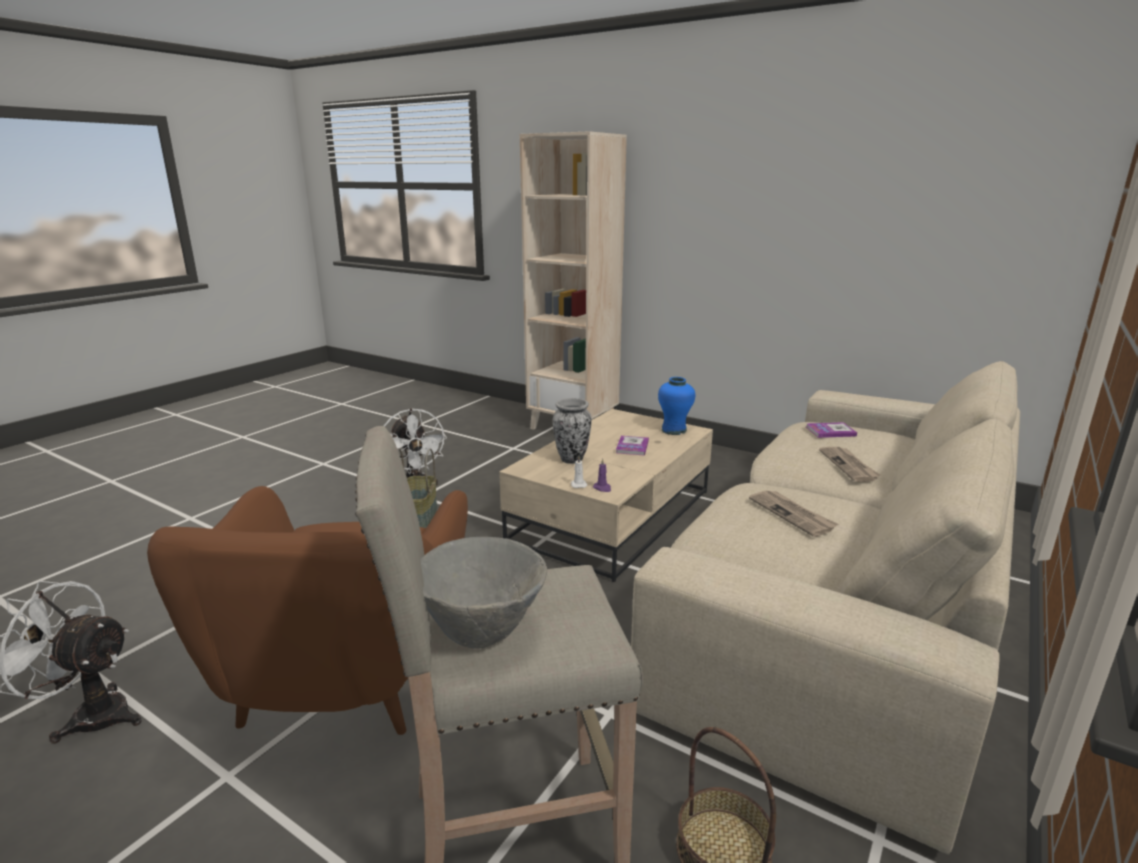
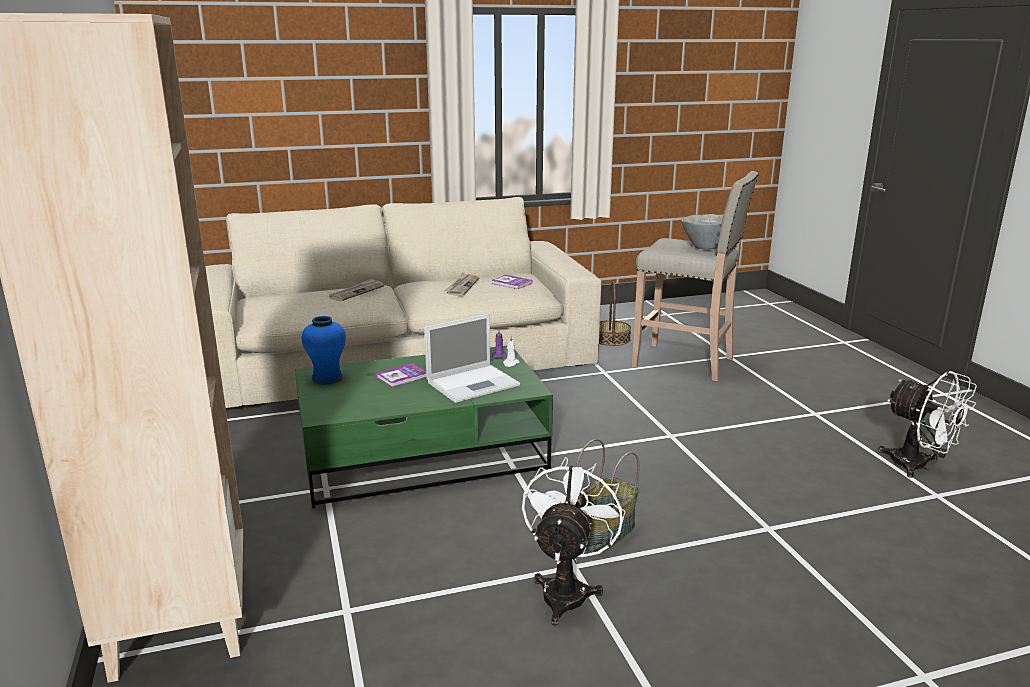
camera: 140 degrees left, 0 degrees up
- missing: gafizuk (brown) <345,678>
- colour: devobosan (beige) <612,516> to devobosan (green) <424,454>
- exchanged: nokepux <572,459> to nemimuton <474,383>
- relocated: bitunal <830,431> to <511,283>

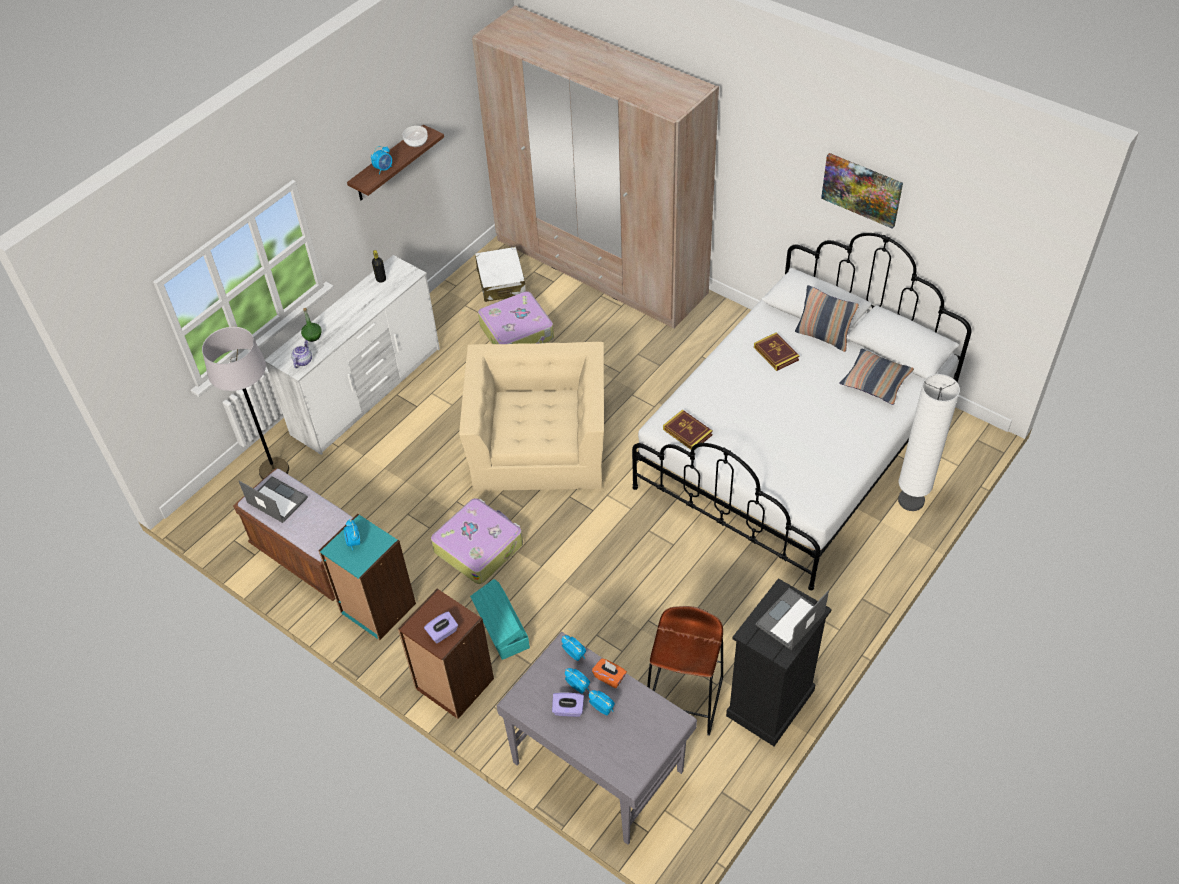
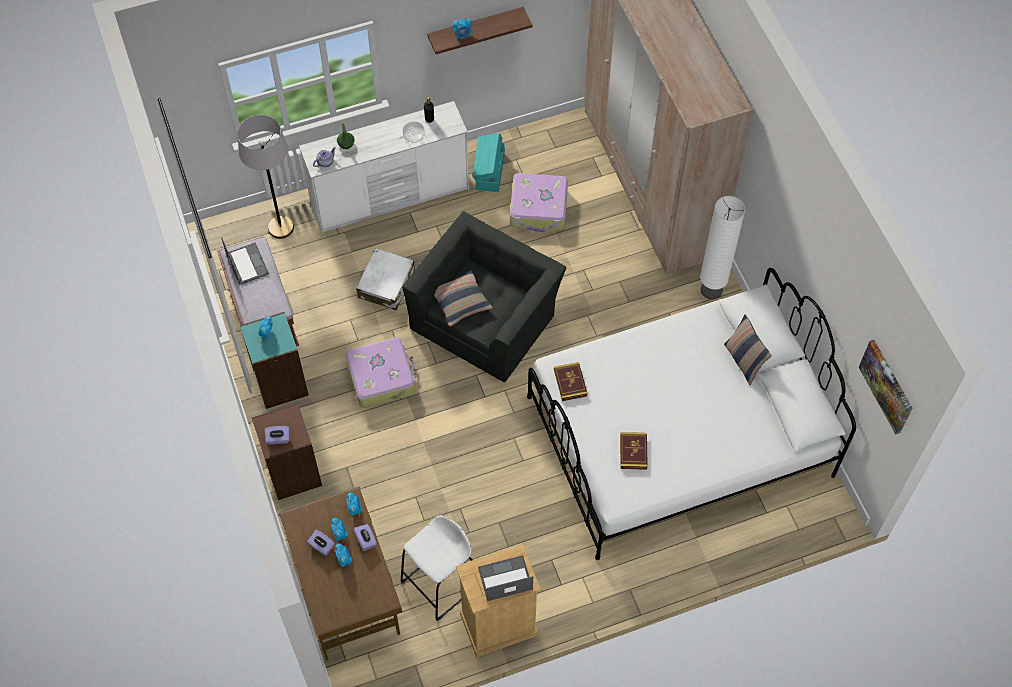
camera: 30 degrees right, 10 degrees up
- relocated: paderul <416,141> to <414,135>
- colour: gafizuk (beige) <539,443> to gafizuk (black) <486,317>
- relocated: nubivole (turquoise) <502,629> to <489,171>
- relocated: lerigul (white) <501,282> to <386,284>
- colour: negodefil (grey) <598,765> to negodefil (brown) <346,593>
- colour: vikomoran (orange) <609,677> to vikomoran (purple) <366,540>
- colour: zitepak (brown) <684,699> to zitepak (white) <440,583>
- colour: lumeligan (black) <770,703> to lumeligan (beige) <498,625>
- relocated: bitunal <776,353> to <633,452>
- relocated: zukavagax <862,189> to <886,386>
- relocated: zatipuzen <875,382> to <460,302>
- relocated: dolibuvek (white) <911,501> to <711,290>

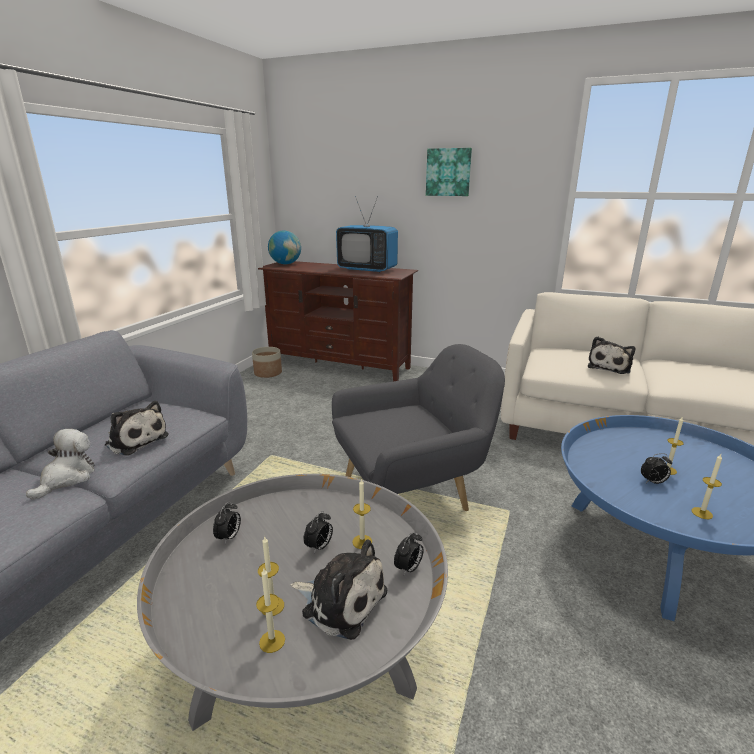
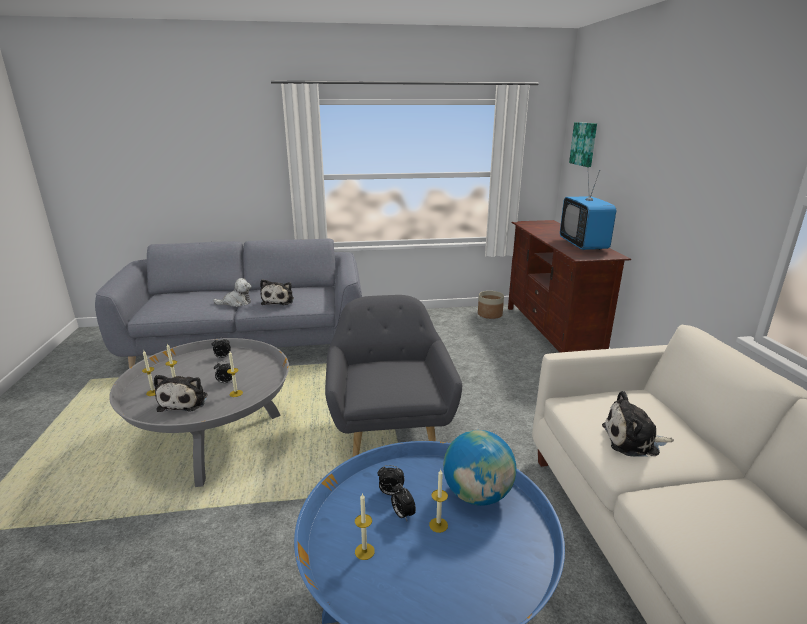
camera: 60 degrees right, 0 degrees up
- relocated: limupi <285,264> to <477,494>
- spun: gafizuk (grey) <411,492> = <390,430> 135 degrees counterclockwise
- relocated: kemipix <408,569> to <390,493>
- relocated: zukavagax <448,172> to <584,144>

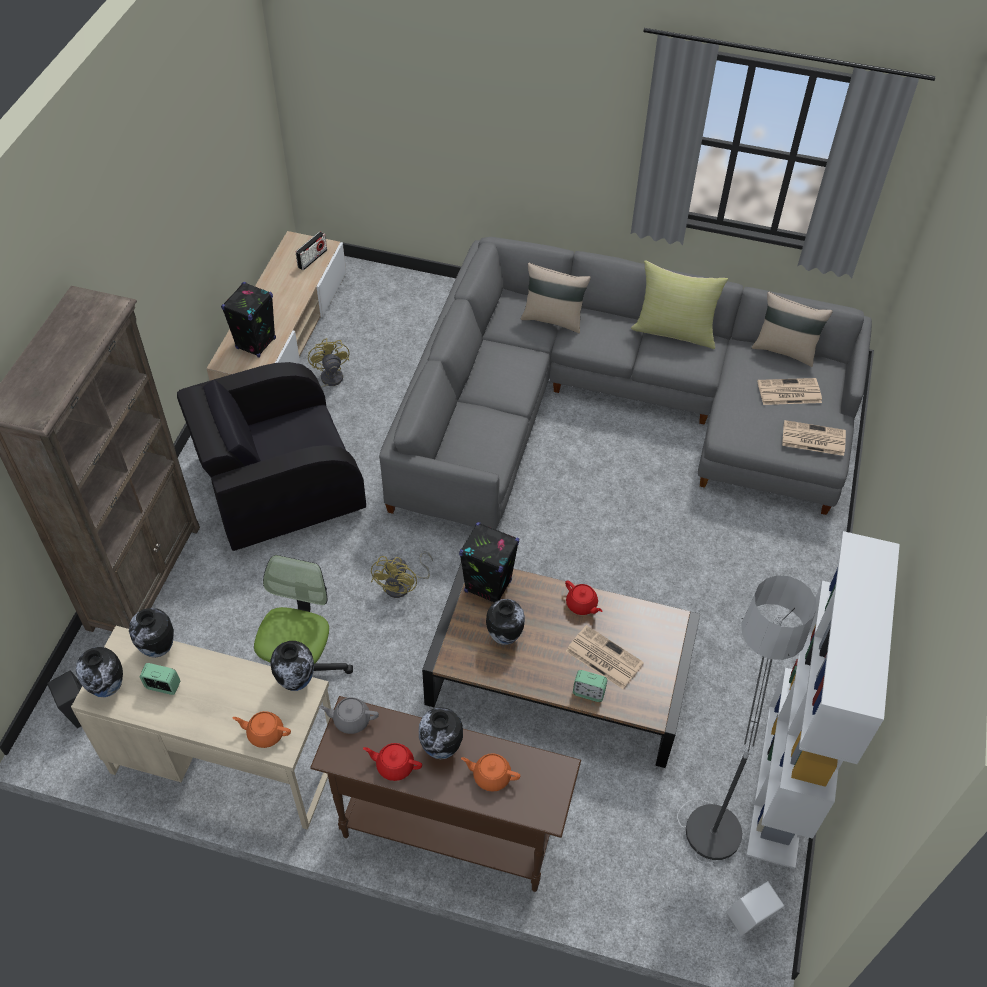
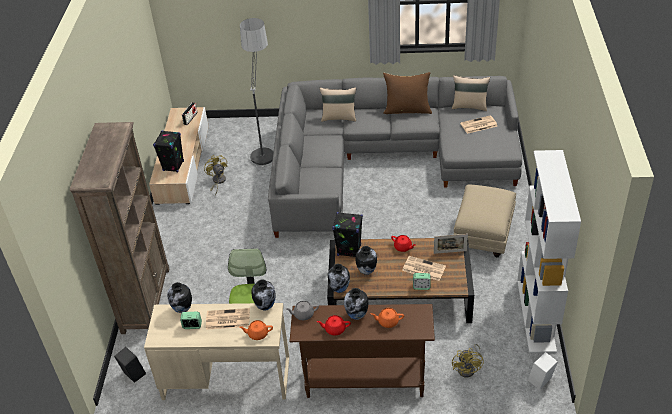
camera: 10 degrees left, 10 degrees down
- relocated: nokepux <108,688> to <340,289>
- missing: gafizuk (black) <278,484>
- relocated: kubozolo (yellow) <403,585> to <469,368>
- colour: zatipuzen (yellow) <674,331> to zatipuzen (brown) <407,110>
- relocated: dolibuvek <718,791> to <263,145>
- relocated: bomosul <812,439> to <227,319>
- appeared: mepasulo <450,252>
- appeared: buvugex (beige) <483,236>

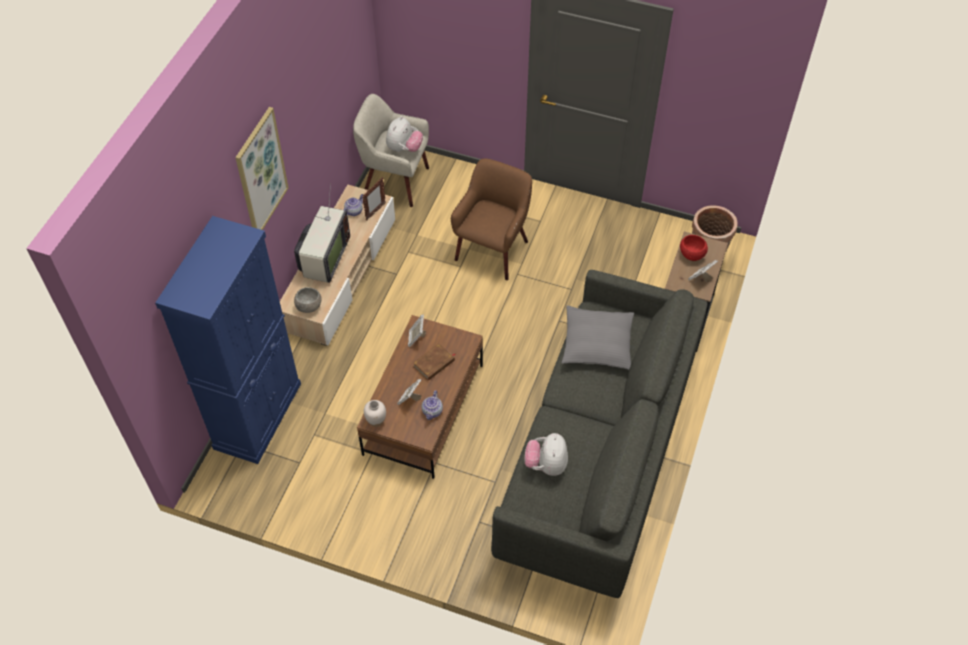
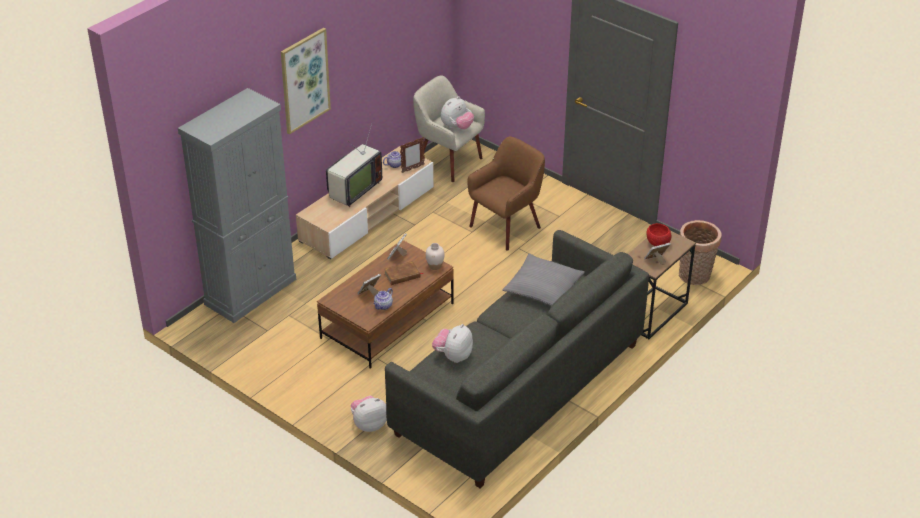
camera: 20 degrees right, 15 degrees down
- colour: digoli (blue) <258,415> to digoli (grey) <251,291>
- missing: paderul (grey) <308,307>
- relocated: nokepux (white) <376,421> to <435,266>
- appeared: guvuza <369,424>

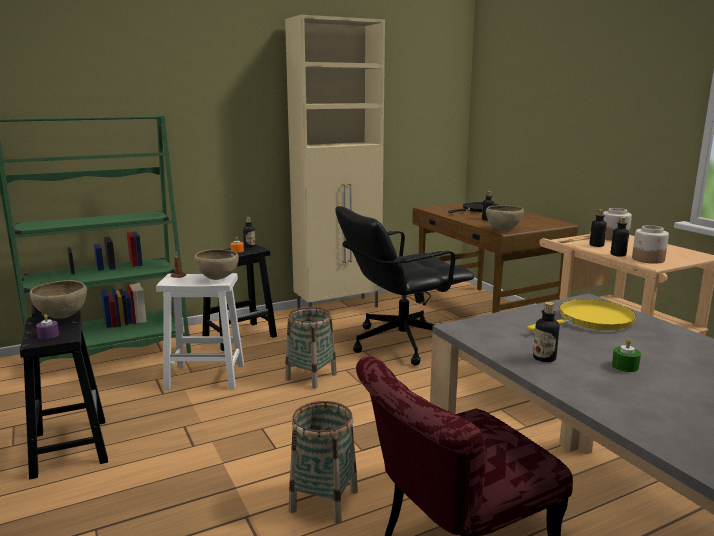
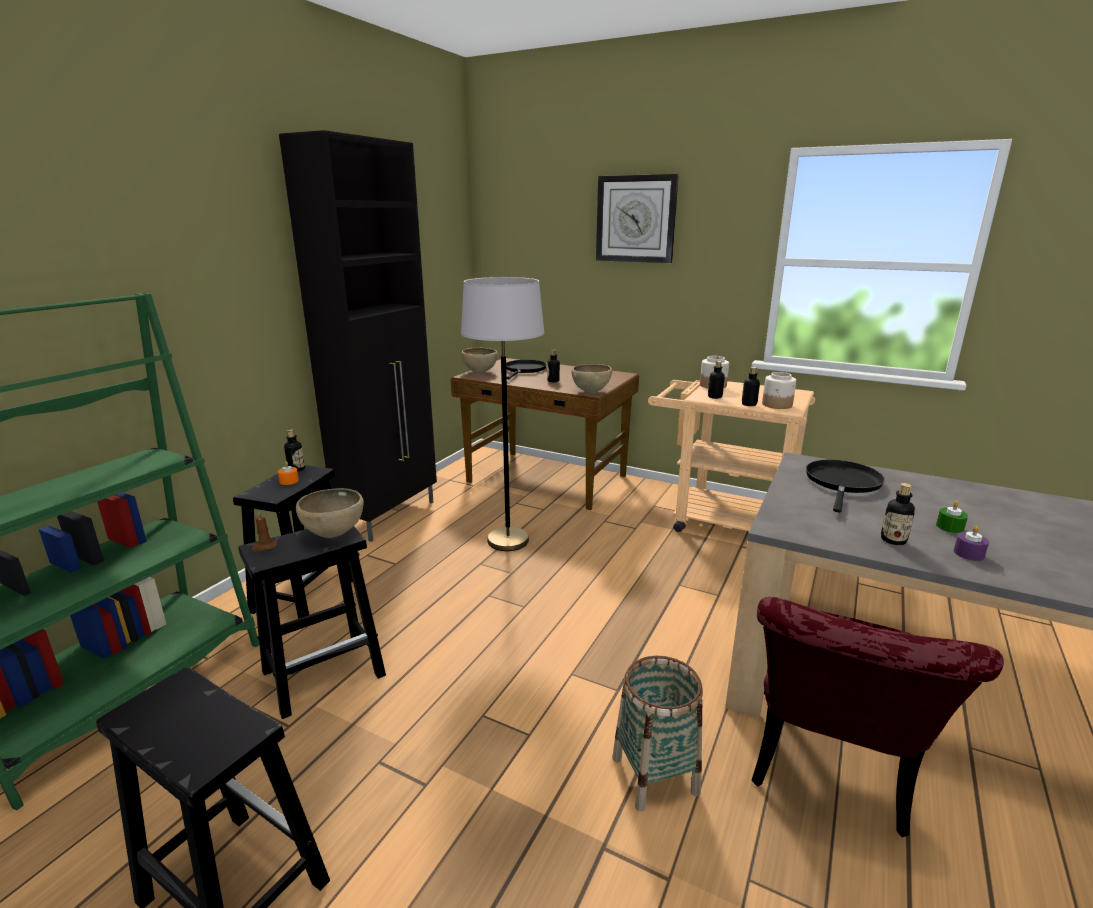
camera: 35 degrees left, 5 degrees up
- relocated: paderul (brown) <62,317> to <480,372>
- relocated: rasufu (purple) <48,335> to <968,553>
- colour: zitepak (white) <207,376> to zitepak (black) <325,672>
- colour: digoli (beige) <339,308> to digoli (black) <390,516>
- missing: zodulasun <311,377>
- exchanged: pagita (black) <401,343> to dolibuvek (grey) <508,540>
- colour: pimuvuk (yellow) <591,320> to pimuvuk (black) <842,483>
- appeared: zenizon <636,219>

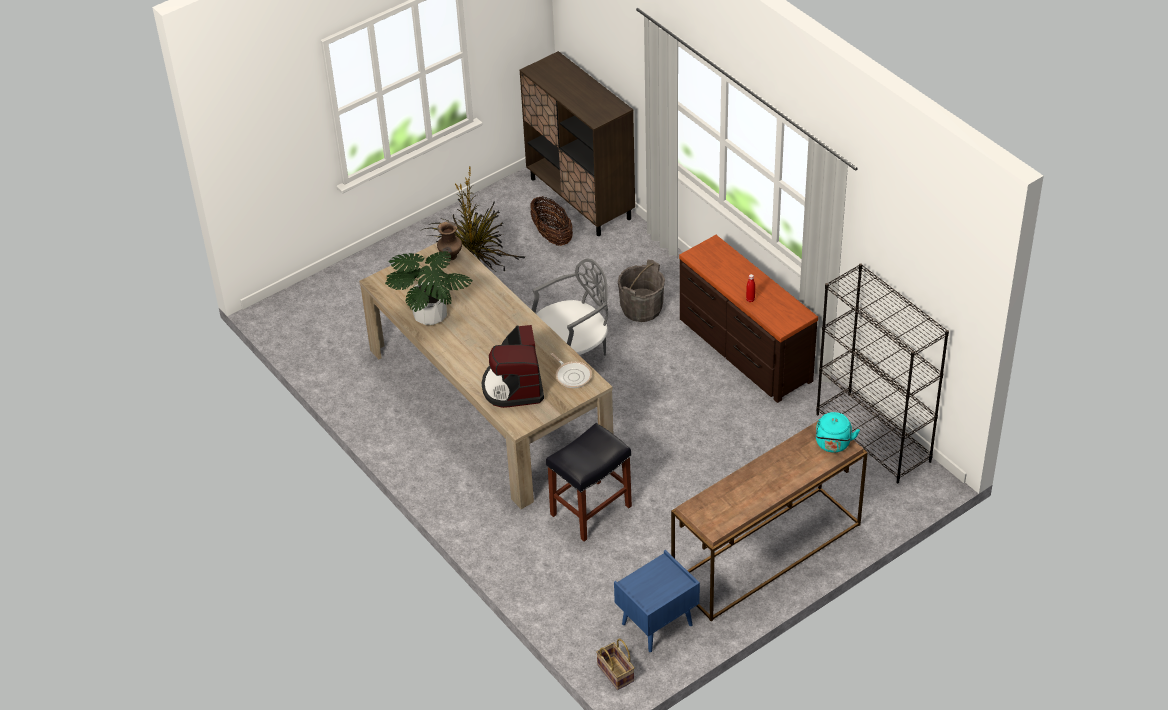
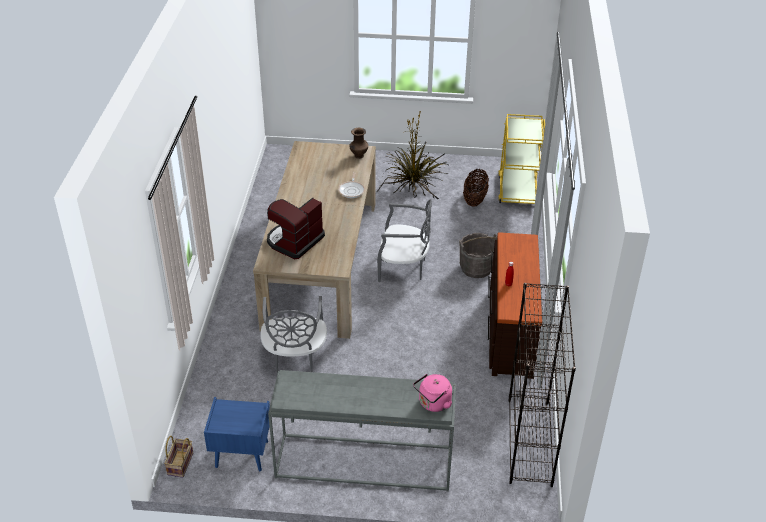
camera: 40 degrees right, 5 degrees down
- missing: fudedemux <430,315>
- exchanged: digoli (brown) <580,199> to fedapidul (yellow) <517,190>
- exchanged: zitepak (black) <590,511> to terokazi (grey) <295,359>
- relocated: pimuvuk <572,375> to <352,190>
- colour: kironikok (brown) <766,555> to kironikok (grey) <362,463>
- colour: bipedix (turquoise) <833,444> to bipedix (pink) <433,404>

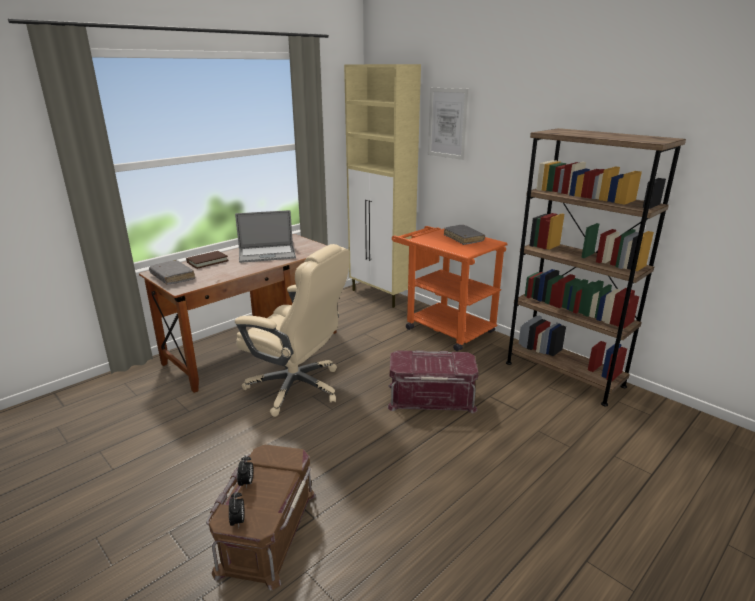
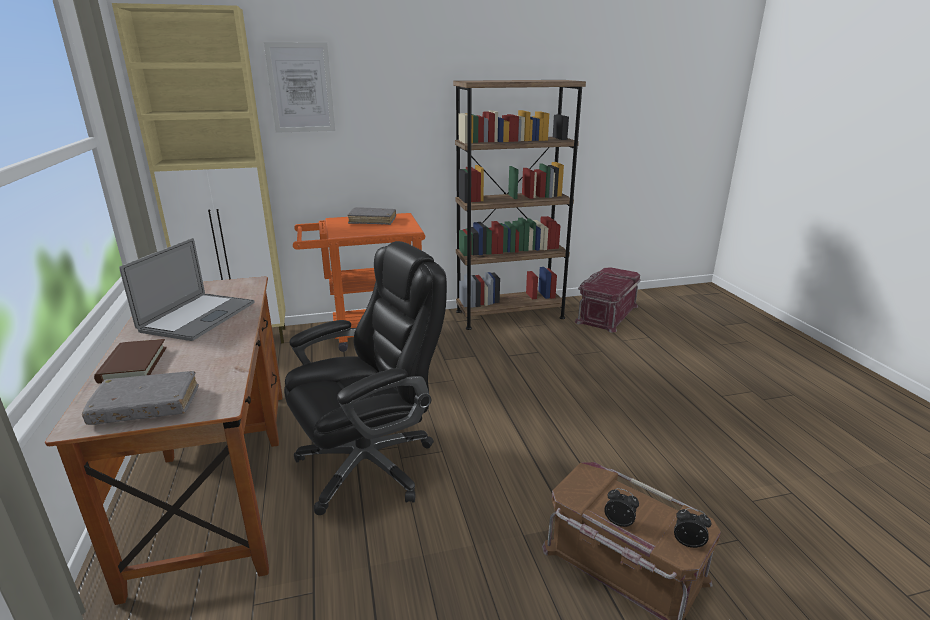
camera: 60 degrees left, 0 degrees up
- colour: pagita (beige) <297,388> to pagita (black) <370,464>
- relocated: nubivole (red) <431,397> to <606,313>

